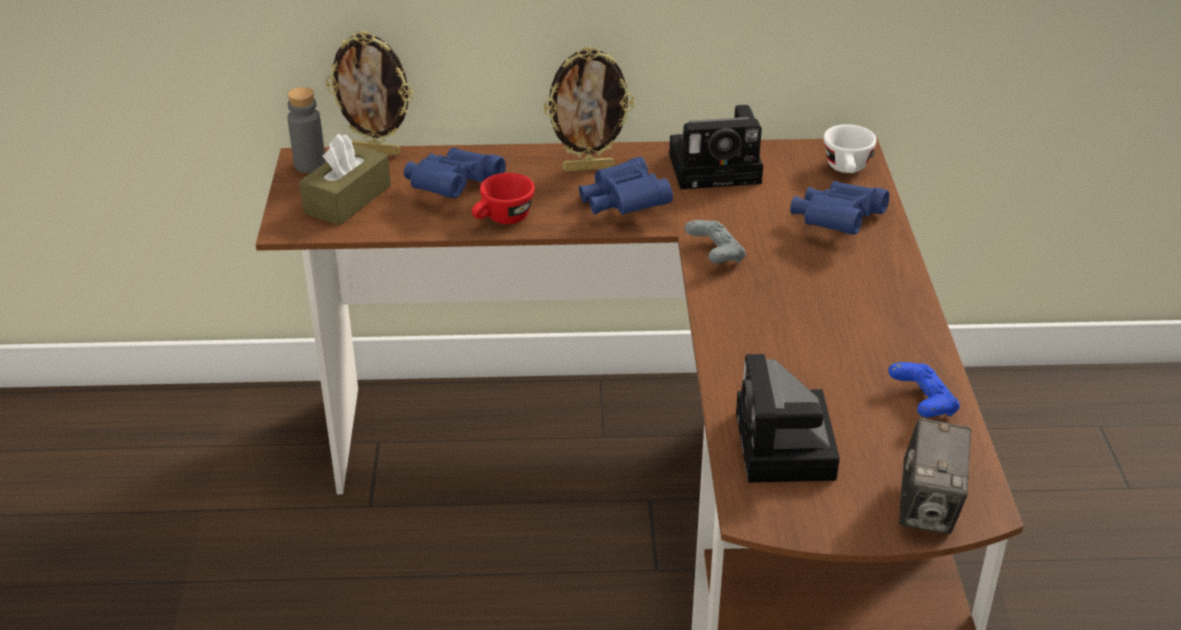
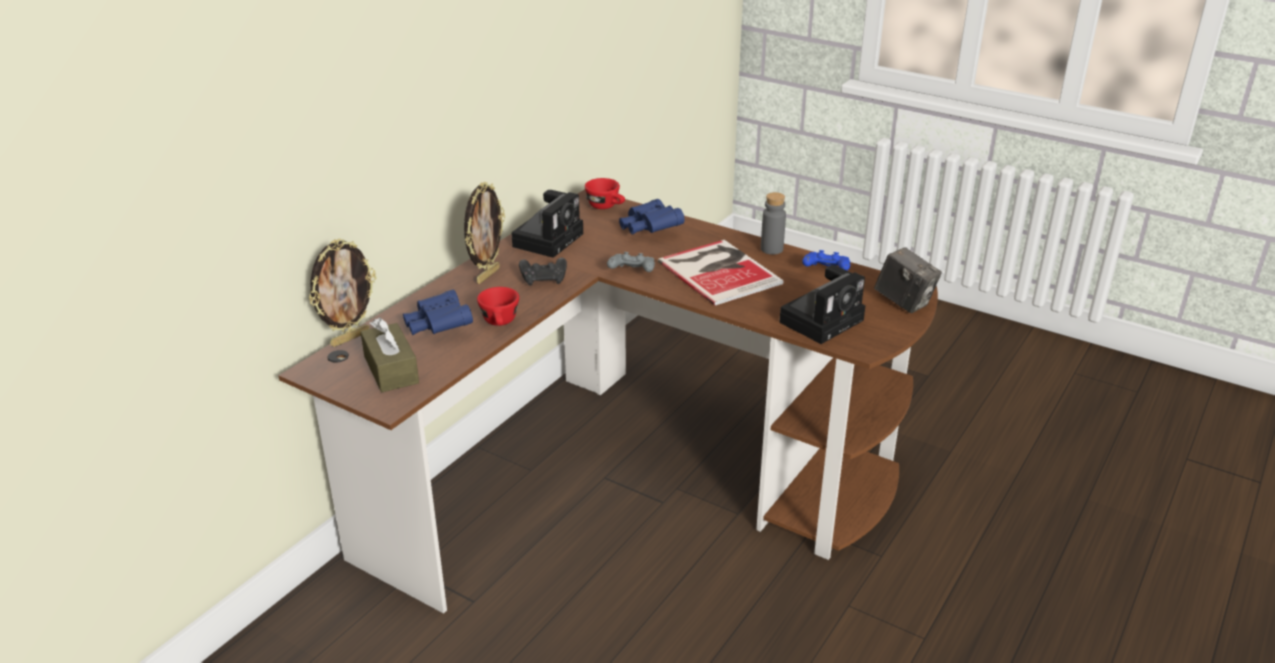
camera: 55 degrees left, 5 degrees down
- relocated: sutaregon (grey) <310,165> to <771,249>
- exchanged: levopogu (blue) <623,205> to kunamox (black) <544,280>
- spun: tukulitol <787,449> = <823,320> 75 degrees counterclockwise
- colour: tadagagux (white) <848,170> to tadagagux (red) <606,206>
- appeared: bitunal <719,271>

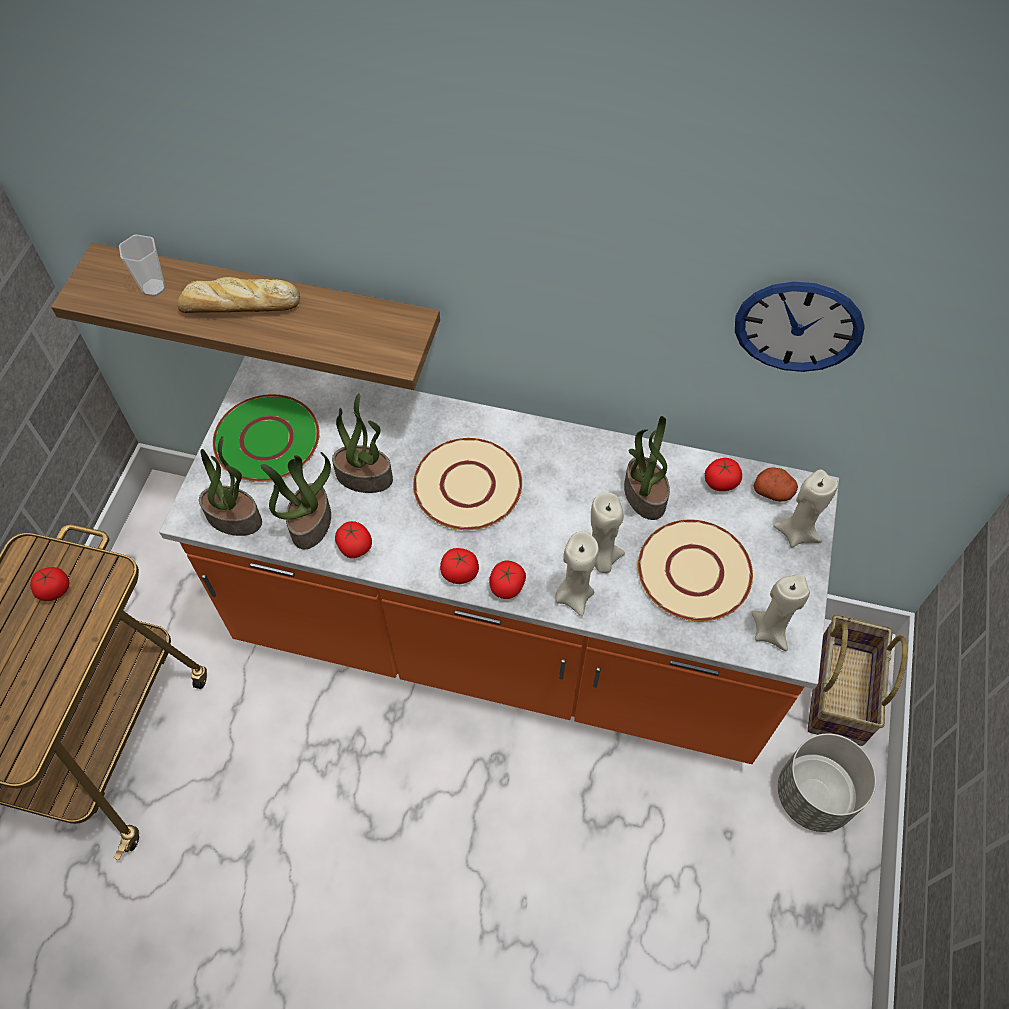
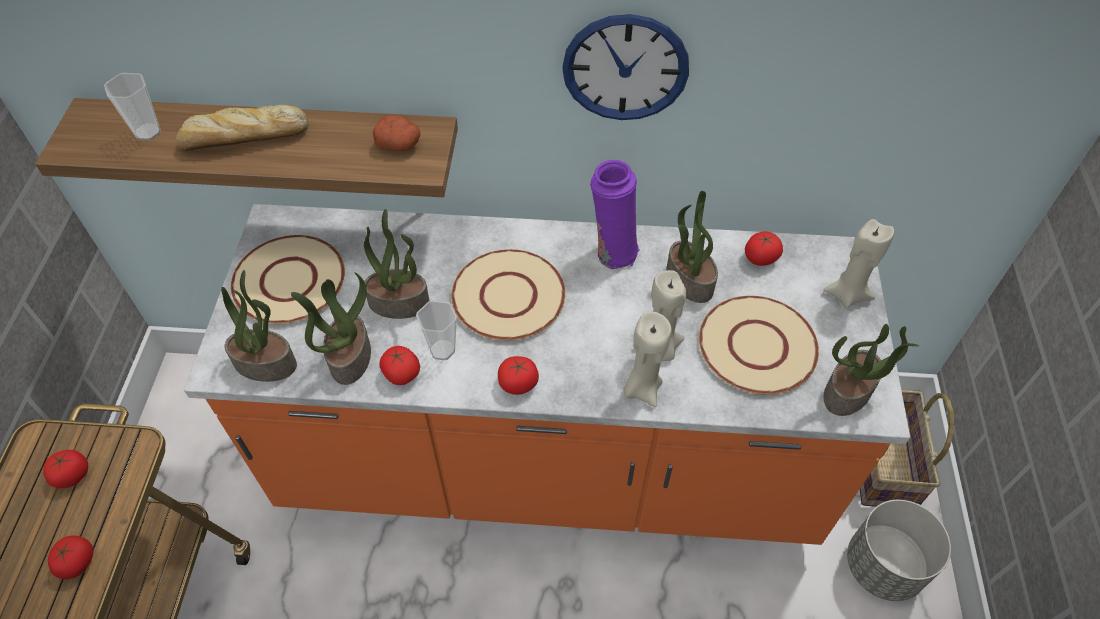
camera: 10 degrees left, 5 degrees down
- colour: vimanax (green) <267,440> to vimanax (beige) <289,281>
- relocated: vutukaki <507,586> to <78,563>
- relocated: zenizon <798,326> to <625,68>
- exchanged: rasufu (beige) <770,631> to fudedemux <848,392>
- relocated: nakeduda <773,491> to <399,144>
- appeared: tadagagux <442,350>
- appeared: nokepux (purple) <612,251>

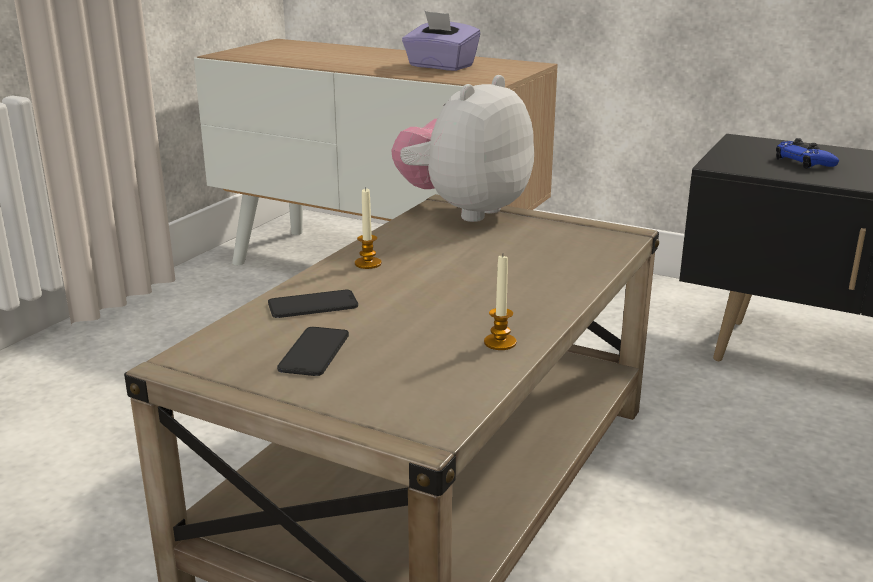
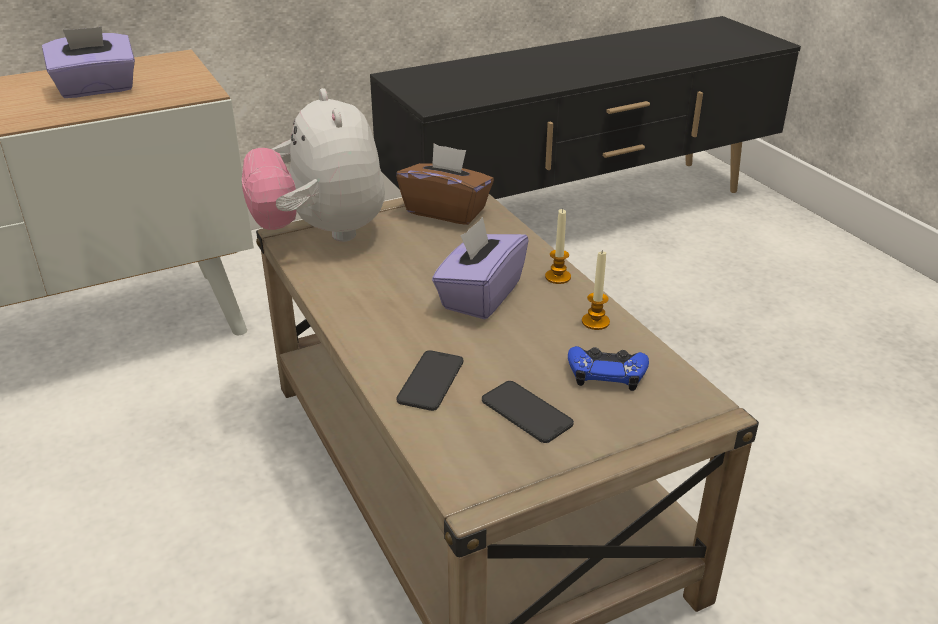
camera: 55 degrees left, 10 degrees up
- relocated: rasufu <368,263> to <558,277>
- relocated: kunamox (blue) <804,162> to <606,373>
- appeared: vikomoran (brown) <446,211>
- appeared: vikomoran (purple) <480,295>

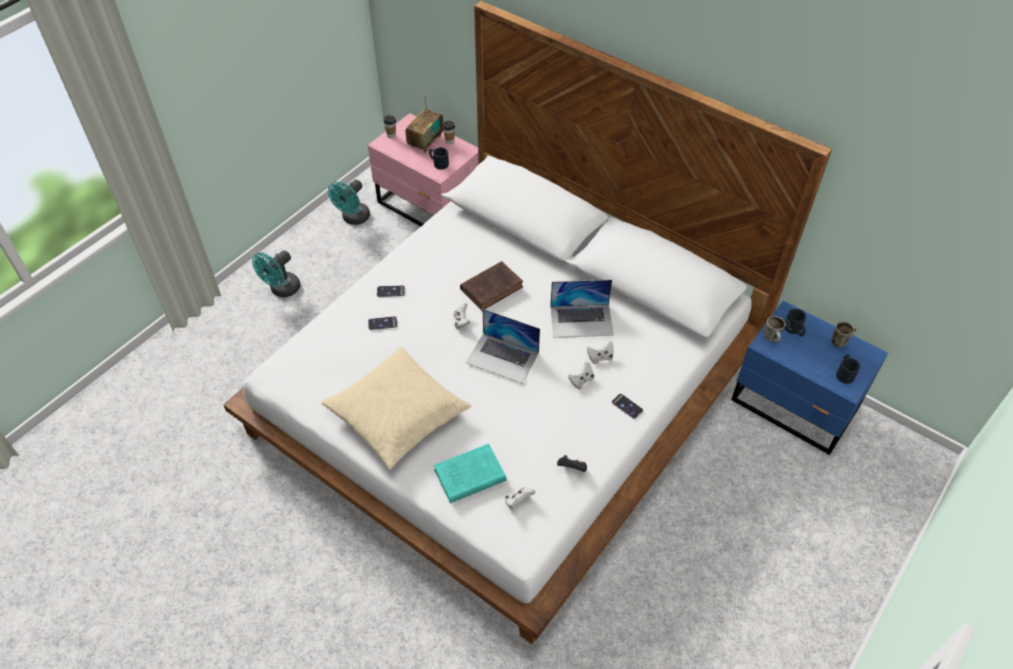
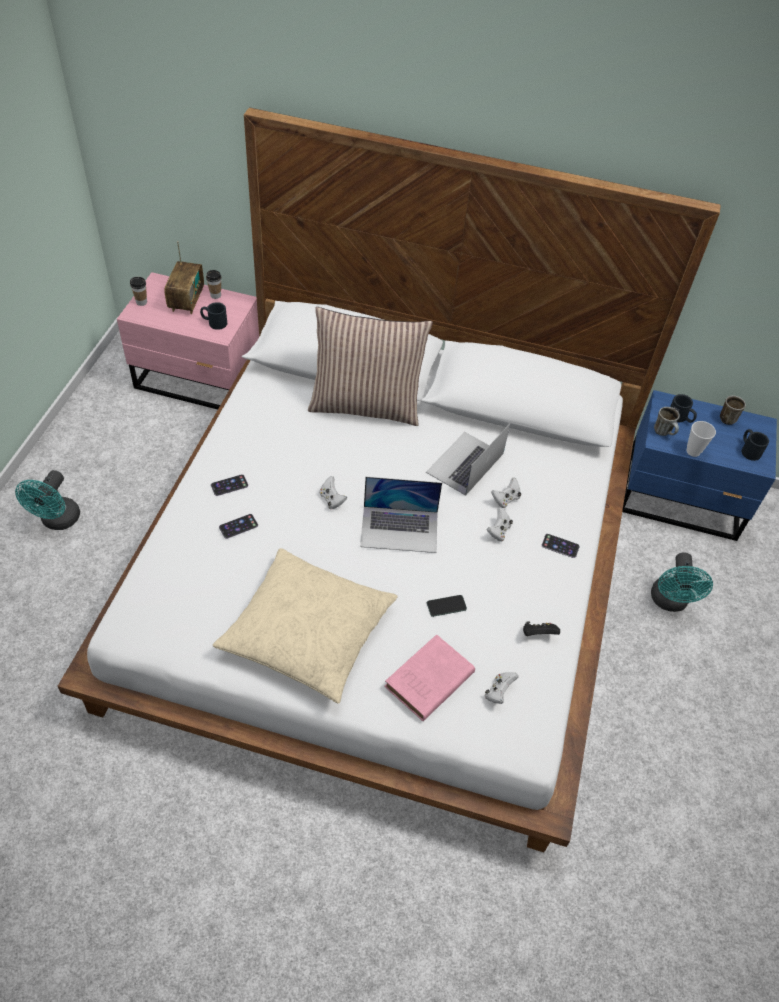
camera: 25 degrees left, 0 degrees up
- relocated: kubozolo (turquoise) <353,219> to <669,602>
- colour: bitunal (turquoise) <468,476> to bitunal (pink) <427,681>
- missing: bitunal (brown) <493,287>
- spun: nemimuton <581,320> = <465,463> 150 degrees clockwise
- appeared: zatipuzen <366,405>
- appeared: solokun <446,606>
- appeared: tadagagux <693,451>

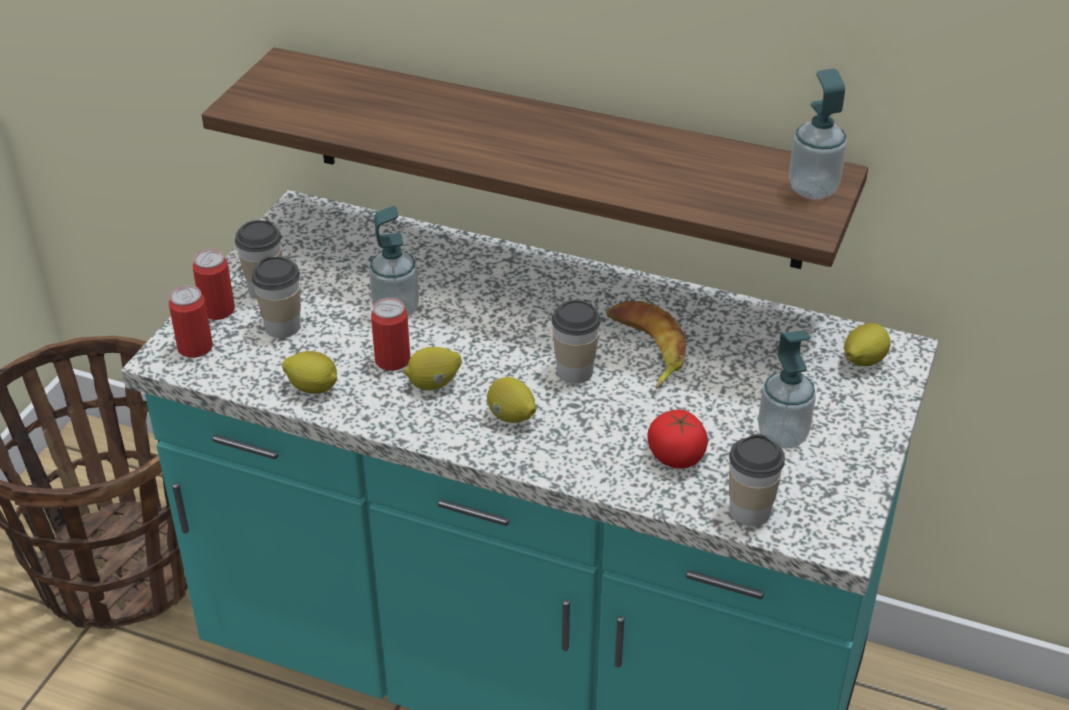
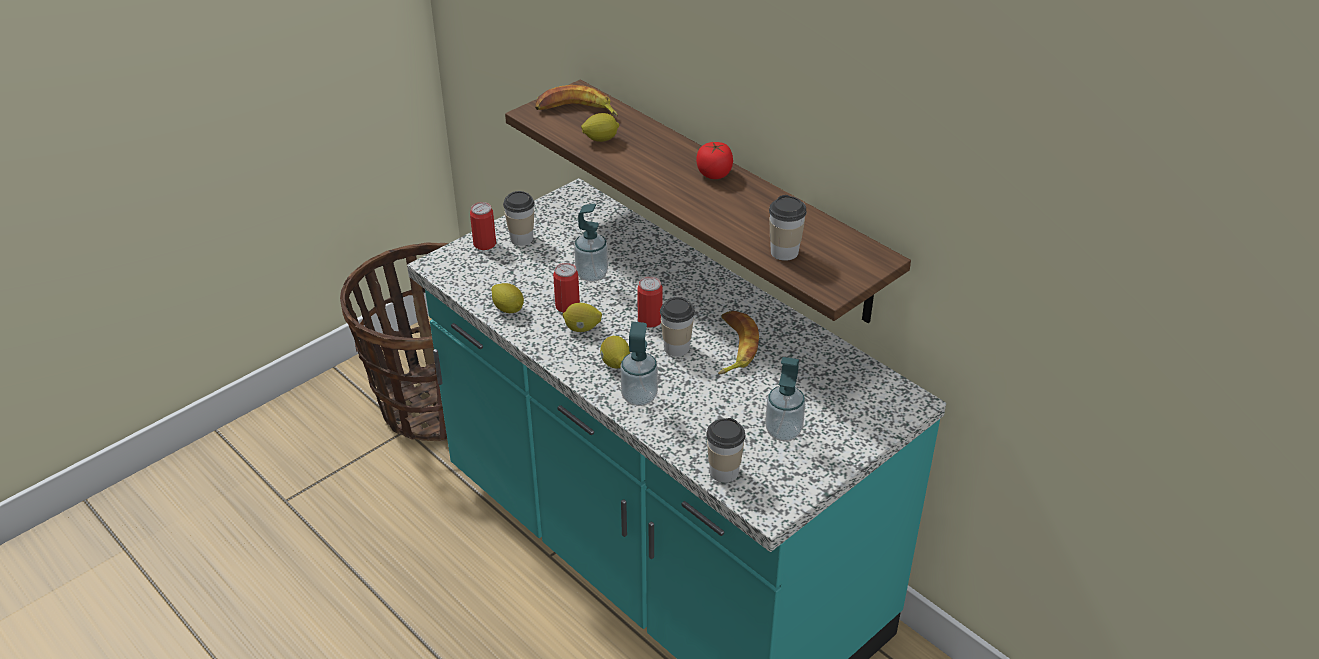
camera: 25 degrees right, 0 degrees up
- relocated: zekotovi <195,347> to <650,320>
- relocated: tadagagux <282,327> to <784,252>
- relocated: vutukaki <676,457> to <714,174>
- relocated: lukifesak <813,189> to <639,397>
- relocated: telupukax <863,361> to <600,139>
- appeared: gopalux <576,111>

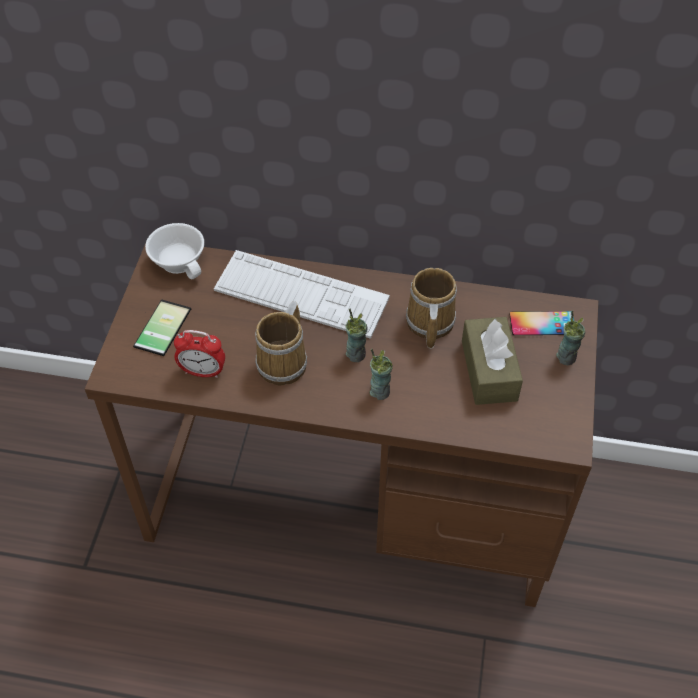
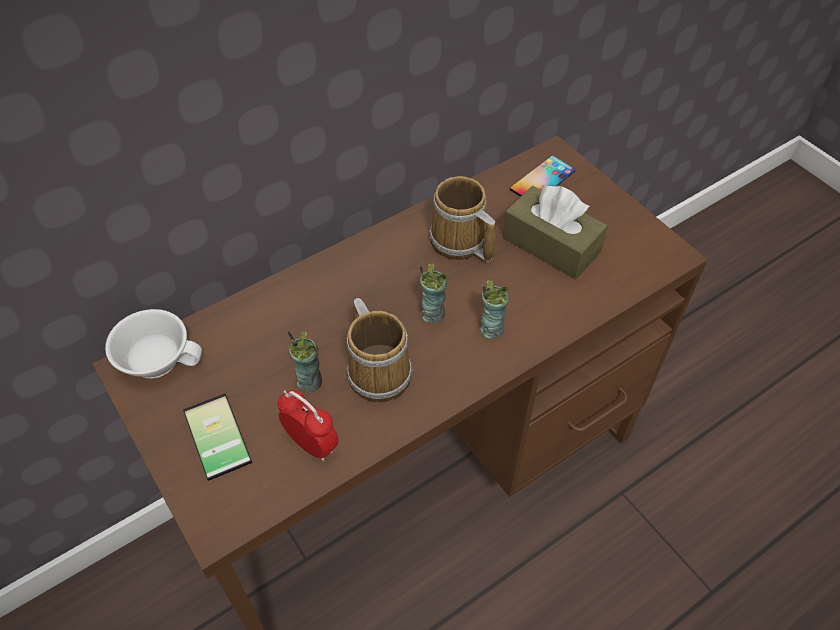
camera: 45 degrees left, 0 degrees up
- spun: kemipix <203,372> = <311,444> 105 degrees counterclockwise
- missing: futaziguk <301,295>
- relocated: tadagagux <566,357> to <310,381>

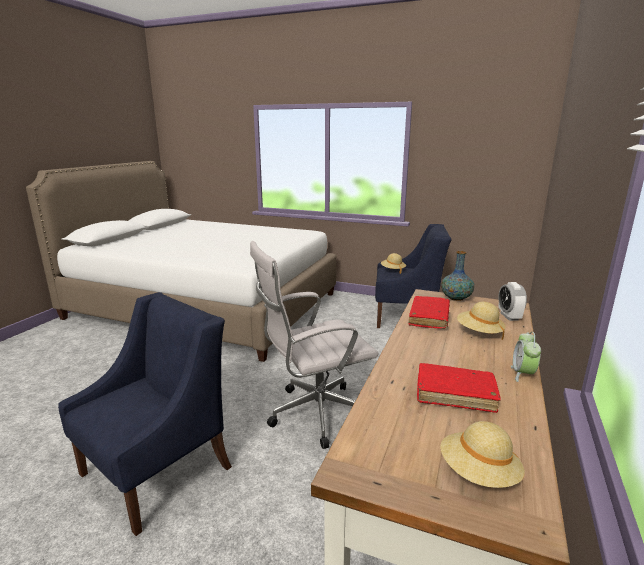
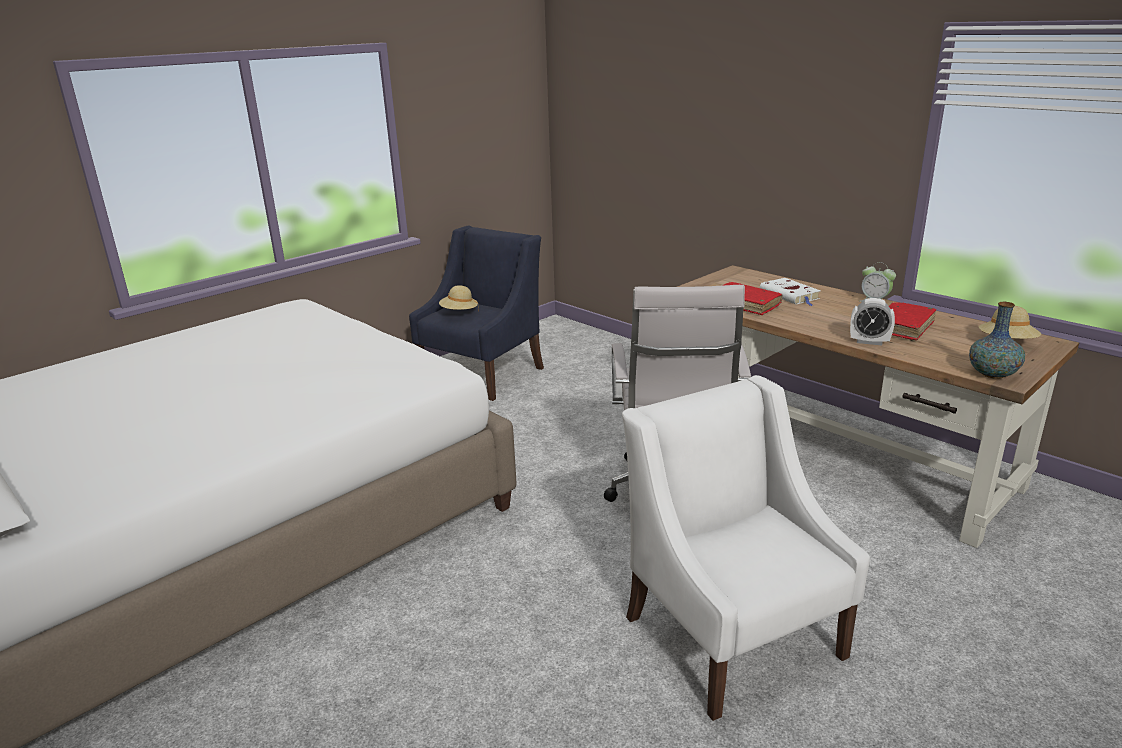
camera: 65 degrees left, 5 degrees up
- colour: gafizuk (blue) <158,469> to gafizuk (white) <732,634>
- relocated: nokepux <456,298> to <992,374>
- exchanged: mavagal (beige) <479,332> to bitunal (white) <790,295>
- relocated: kemipix <509,316> to <869,342>

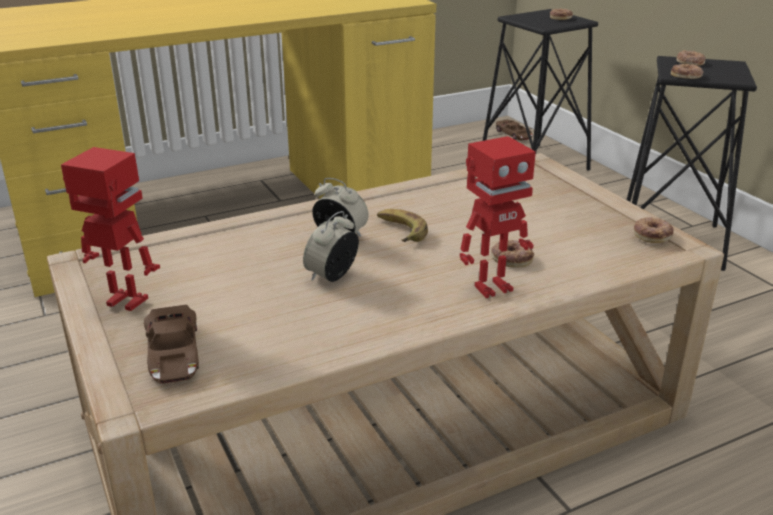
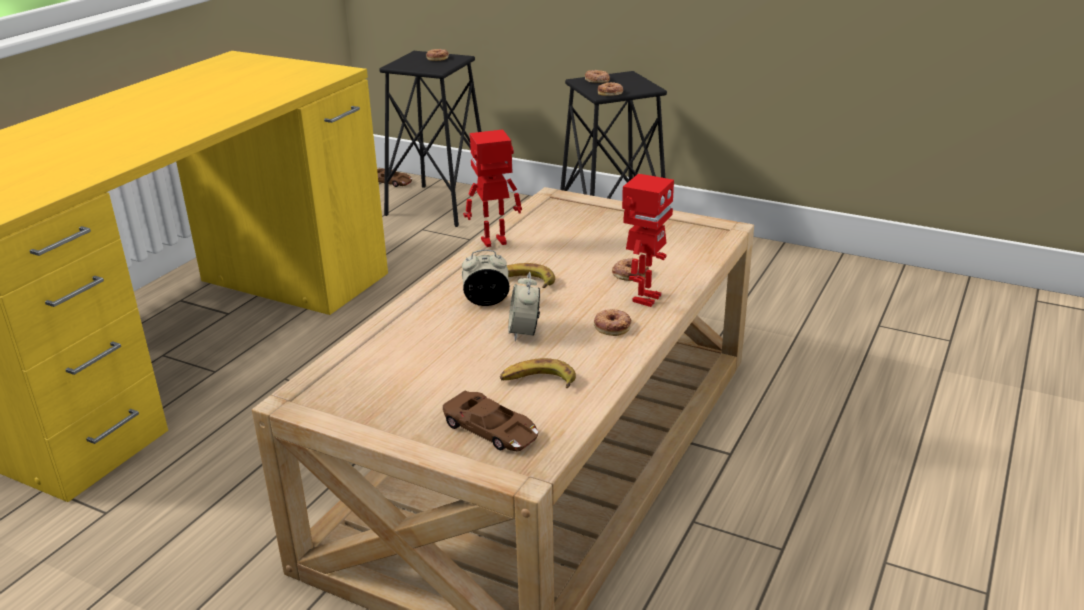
camera: 35 degrees left, 0 degrees up
- relocated: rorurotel <125,302> to <495,242>
- relocated: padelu <652,234> to <612,326>
- appeared: gopalux <538,381>

